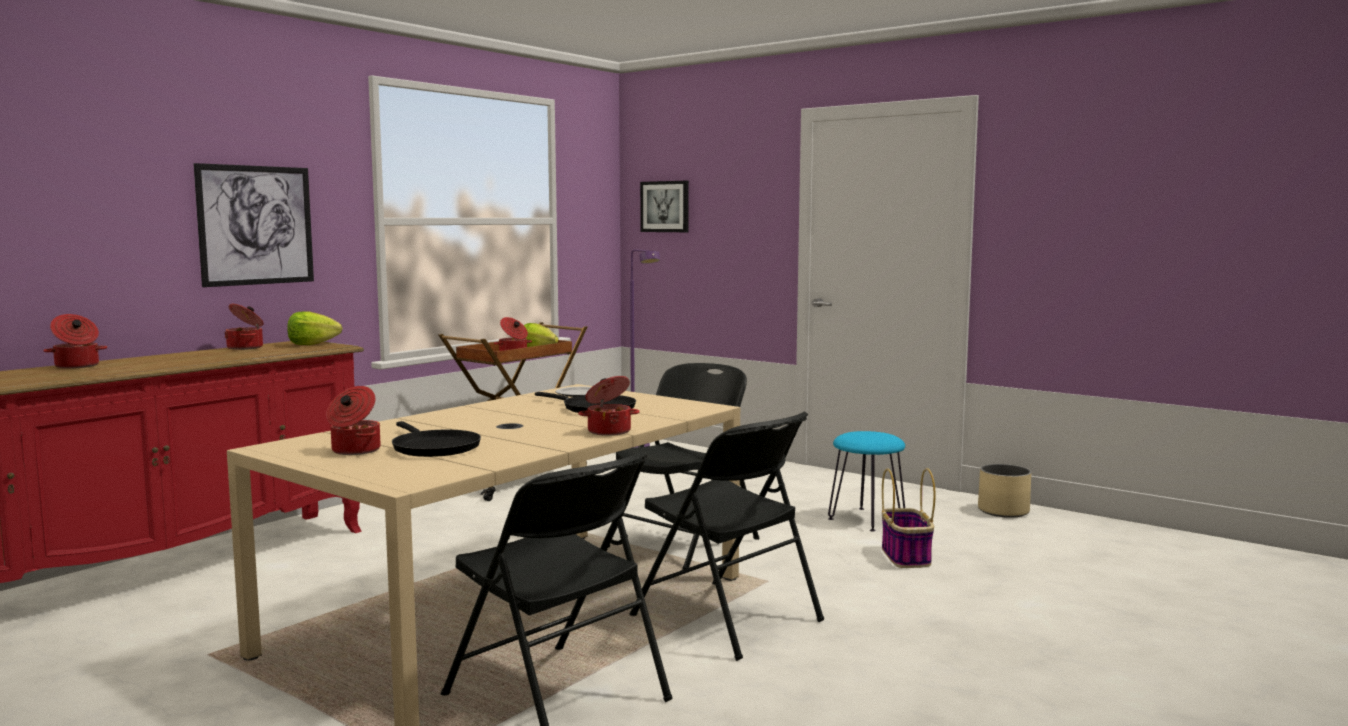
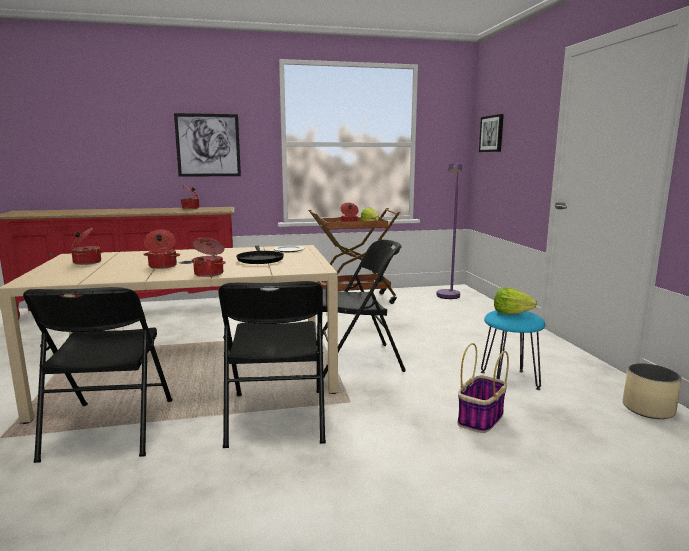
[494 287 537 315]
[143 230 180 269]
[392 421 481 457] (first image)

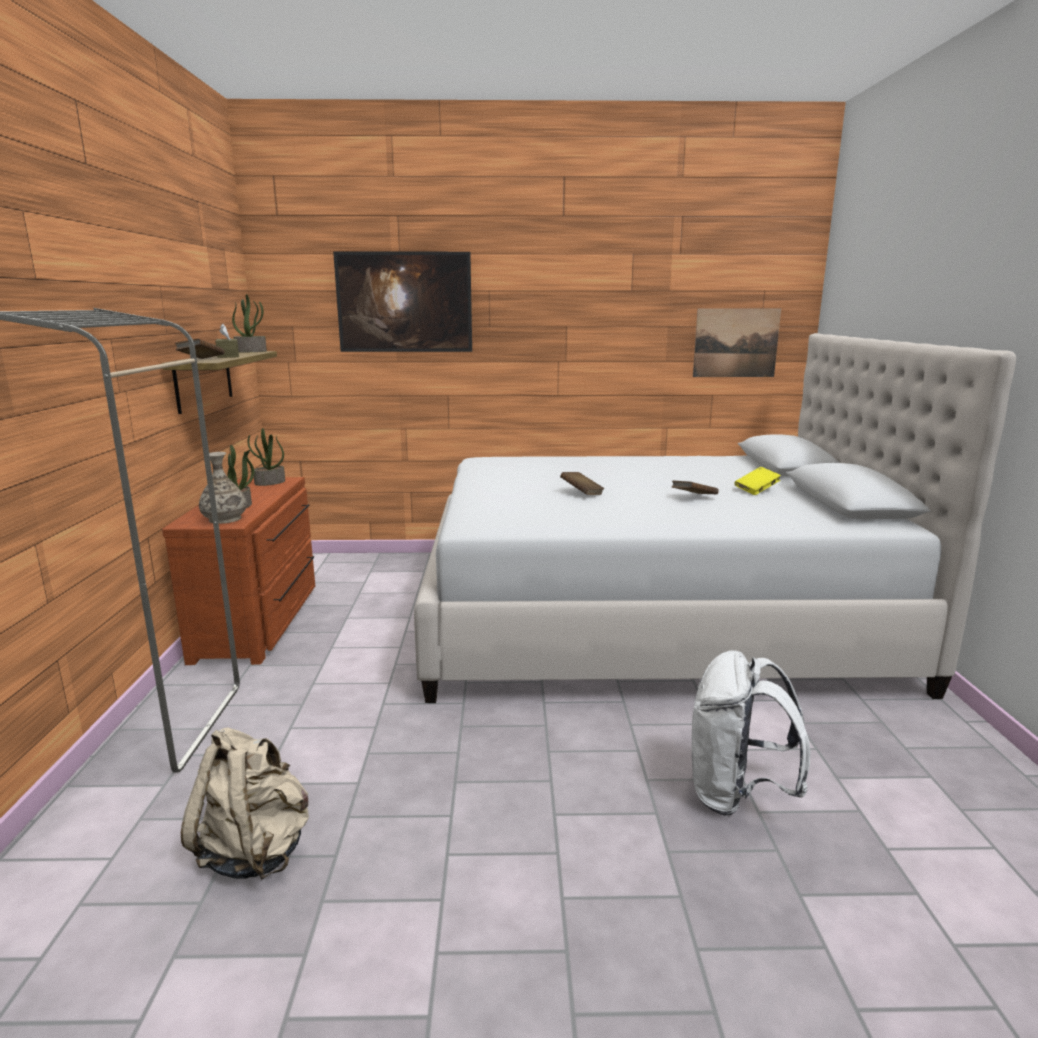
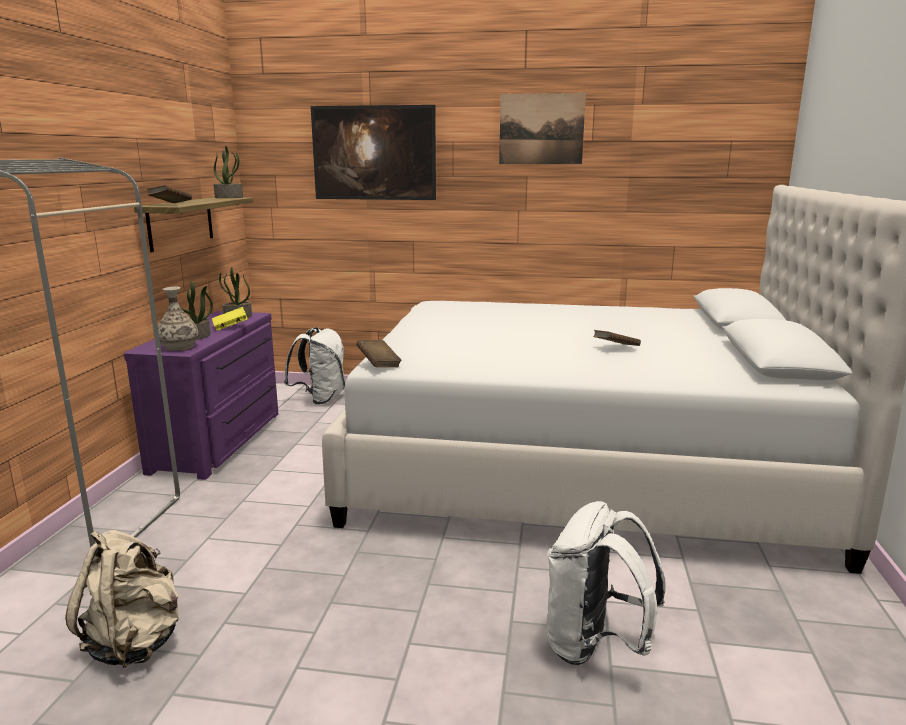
[499 93 586 164]
[215 324 239 358] (first image)
[212 307 248 331]
[356 340 401 367]
[124 311 278 480]
[284 327 345 405]

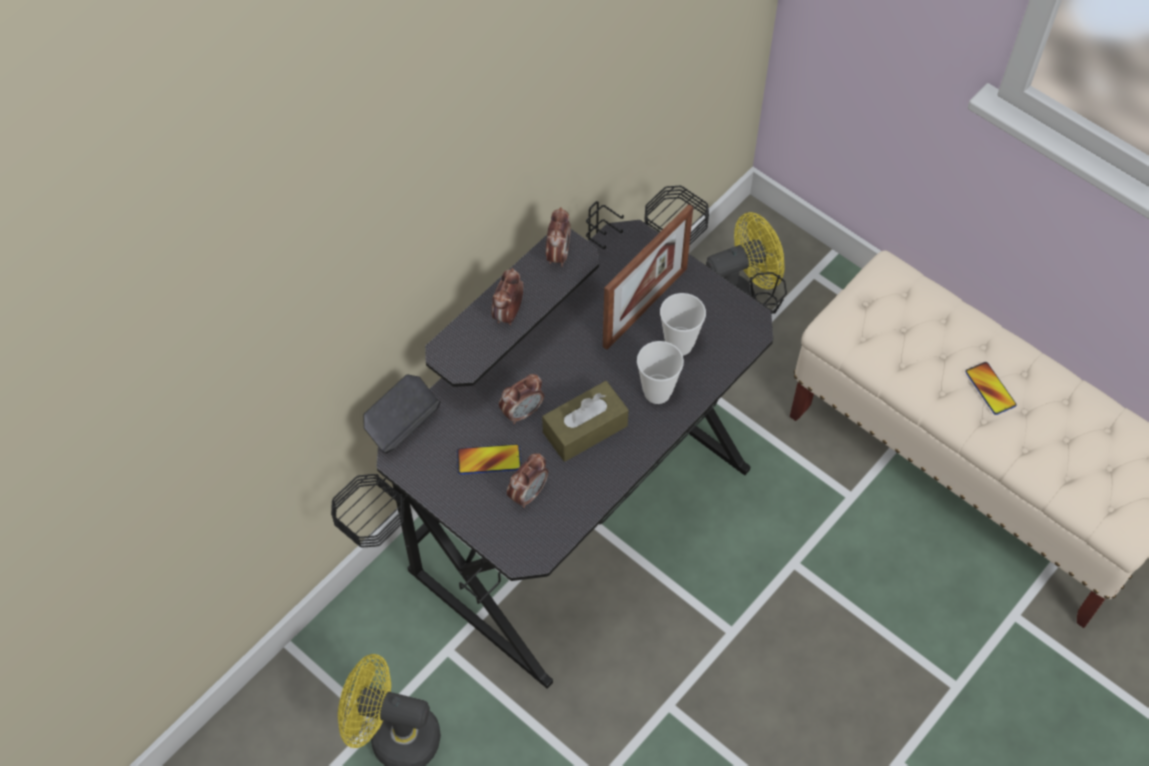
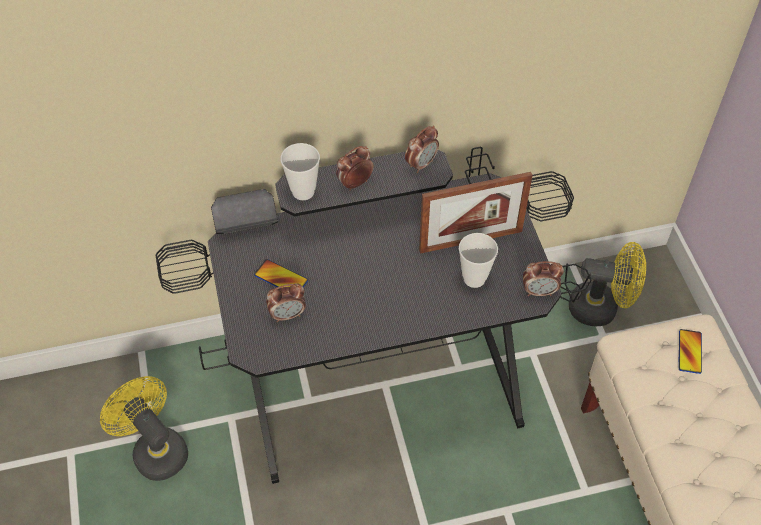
[280 143 320 200]
[679 329 702 374]
[523 261 564 296]
[542 381 629 462] (first image)

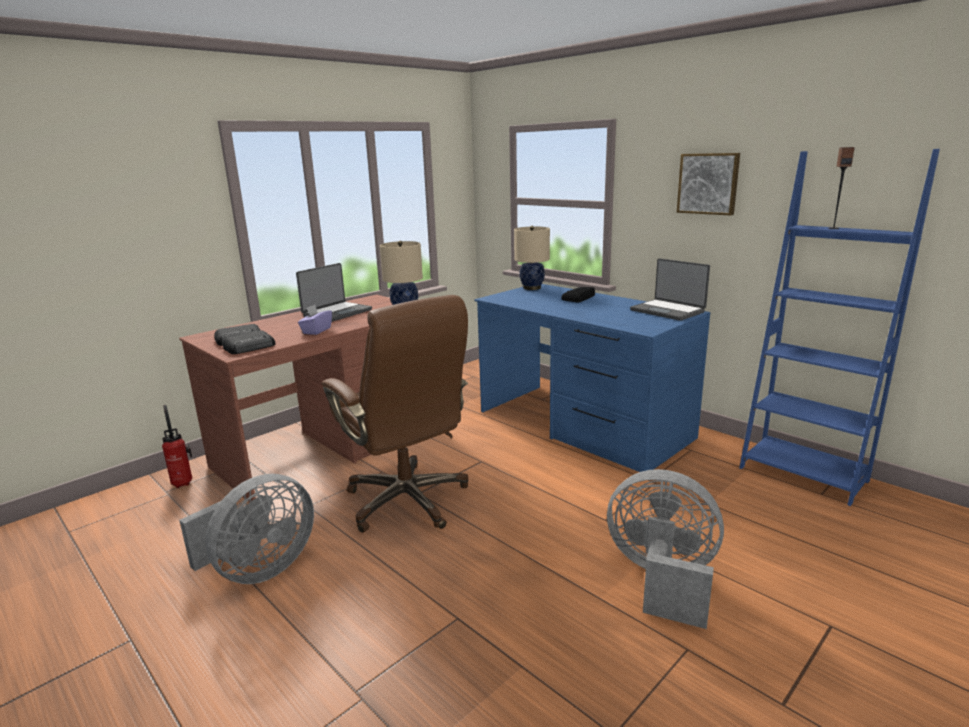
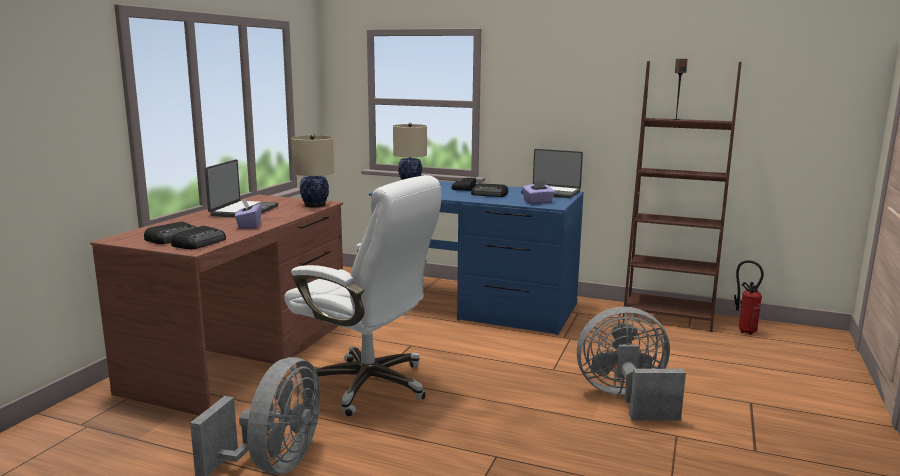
[623 61 742 332]
[677 153 740 216] (first image)
[284 175 442 417]
[734 260 764 335]
[522 181 555 204]
[471 183 508 197]

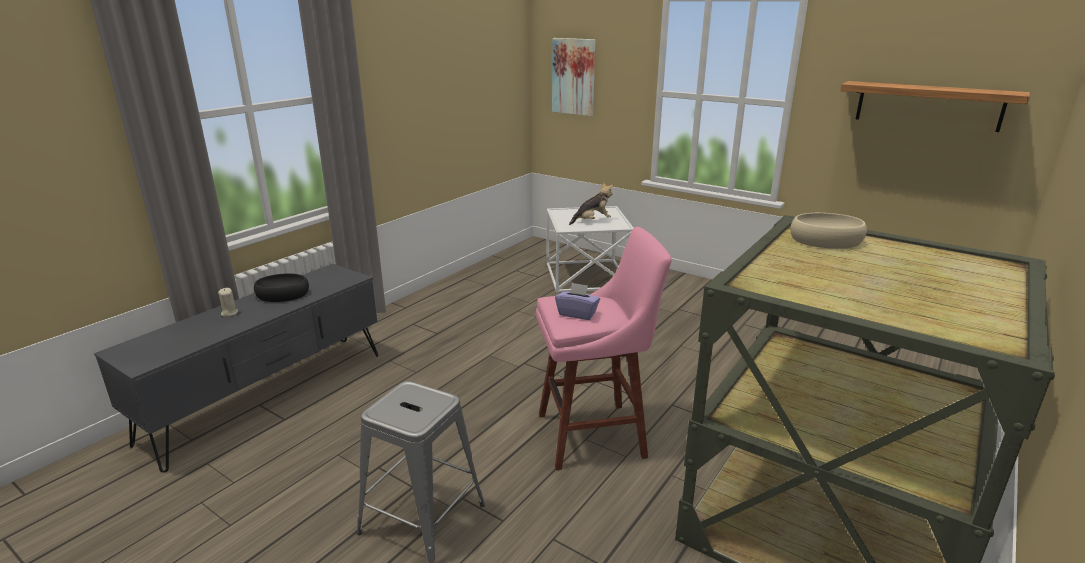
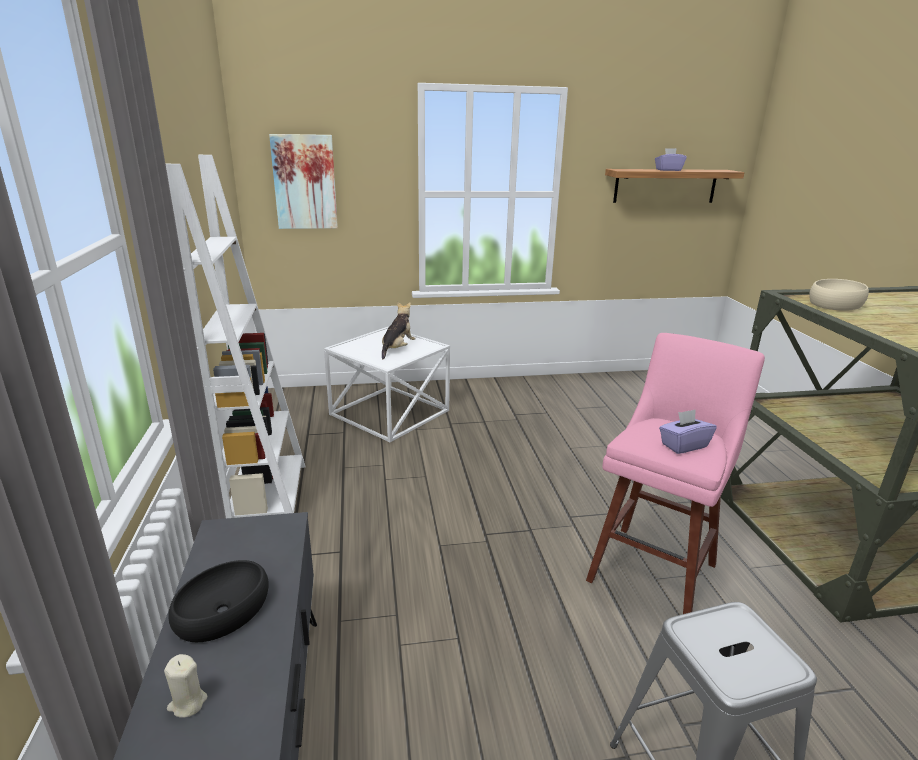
[655 148 687 171]
[166 155 306 518]

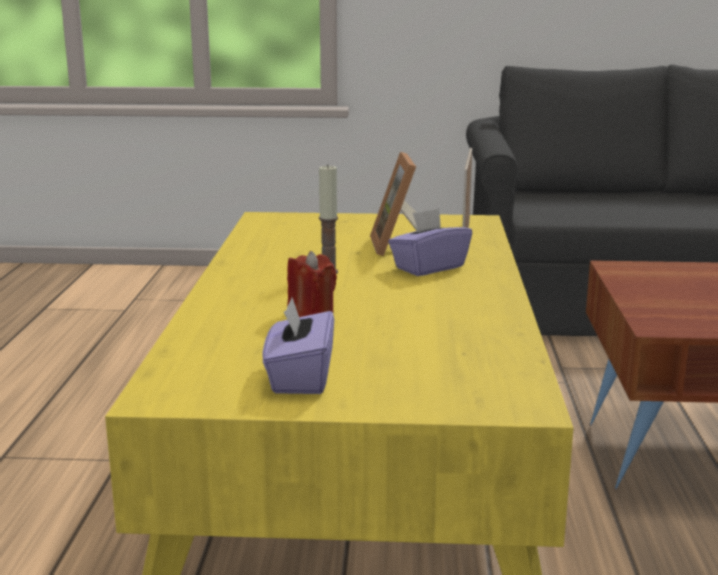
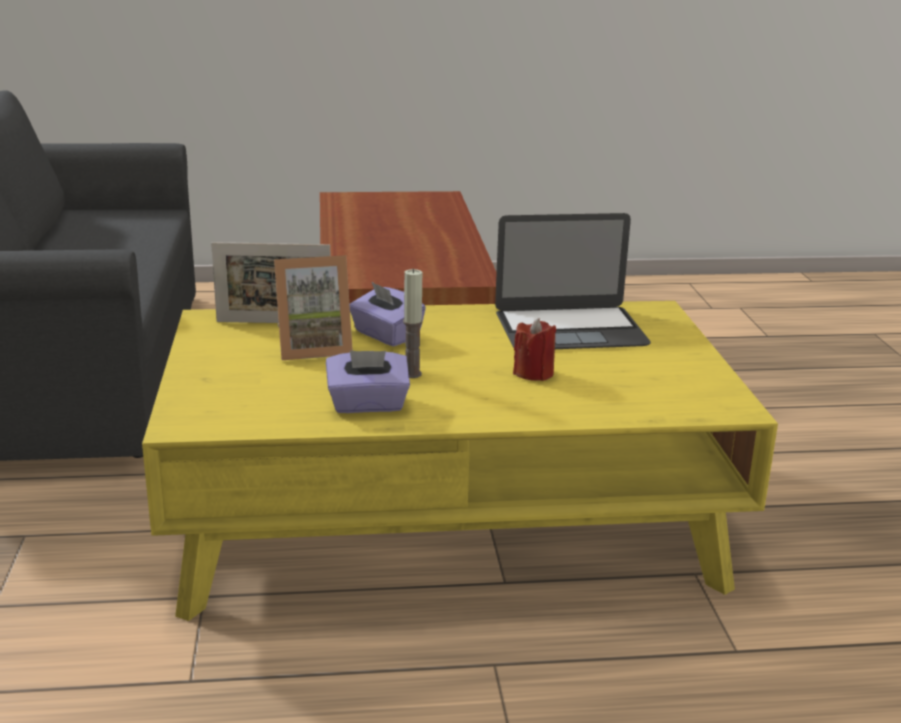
[326 350 410 413]
[495 213 651 349]

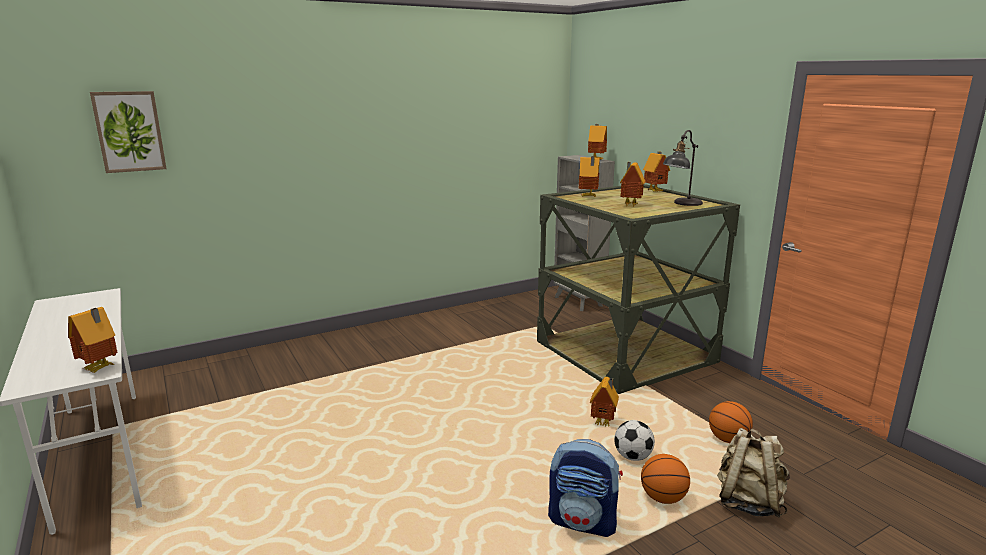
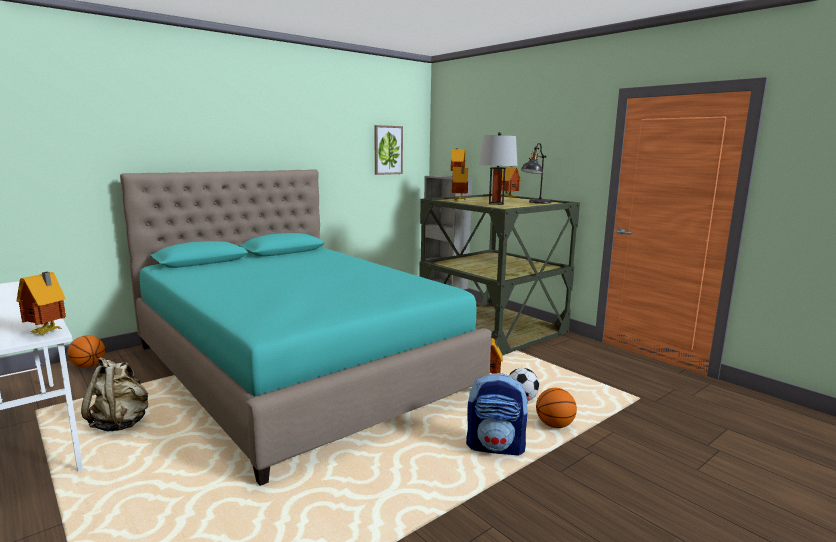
[374 125 403 175]
[479 132 518 205]
[67 335 105 368]
[81 357 148 431]
[120 169 492 486]

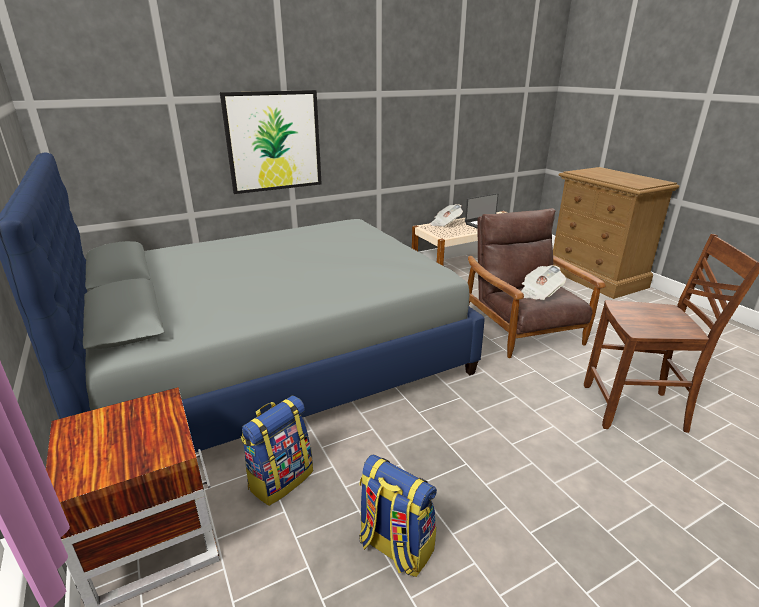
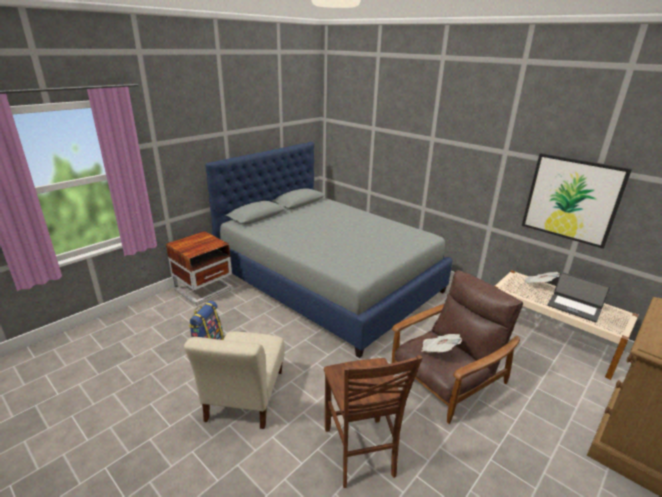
[522 153 632 248]
[241 396 313 506] (first image)
[184 332 285 429]

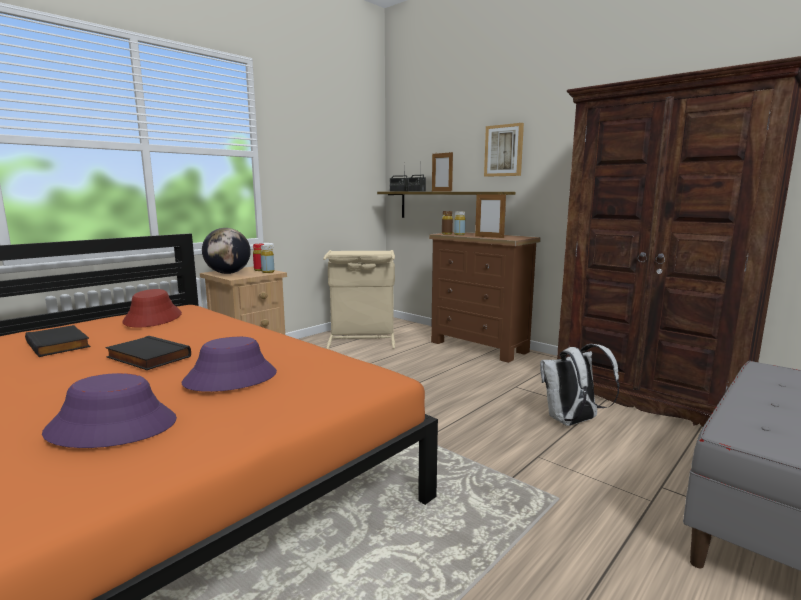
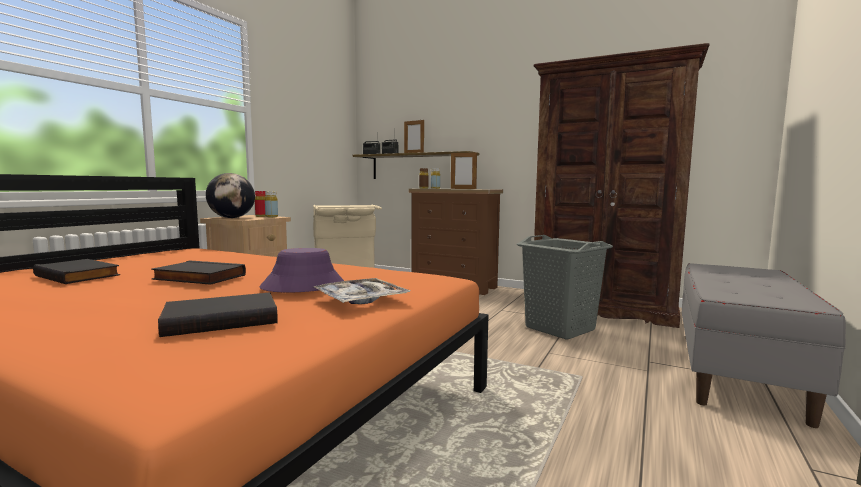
[484 123 524 177] (first image)
[122 289 182 327] (first image)
[517 235 613 340]
[158 292 278 337]
[312 278 410 304]

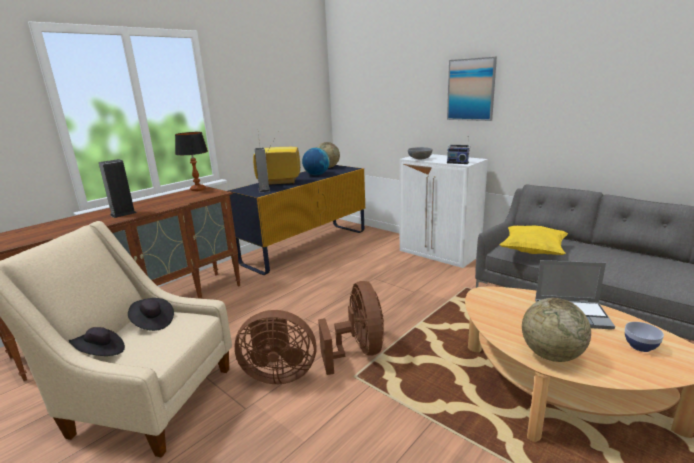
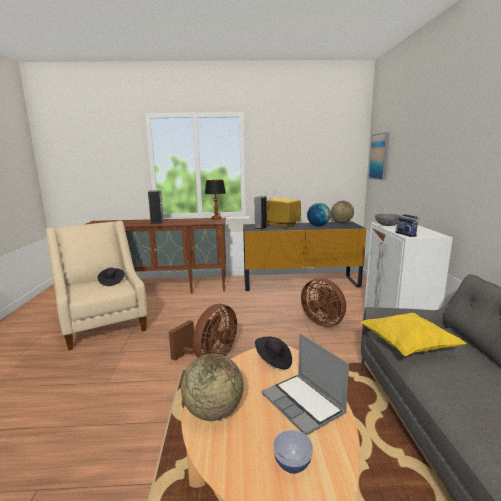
[368 132 389 180]
[301 278 346 327]
[255 337 292 369]

